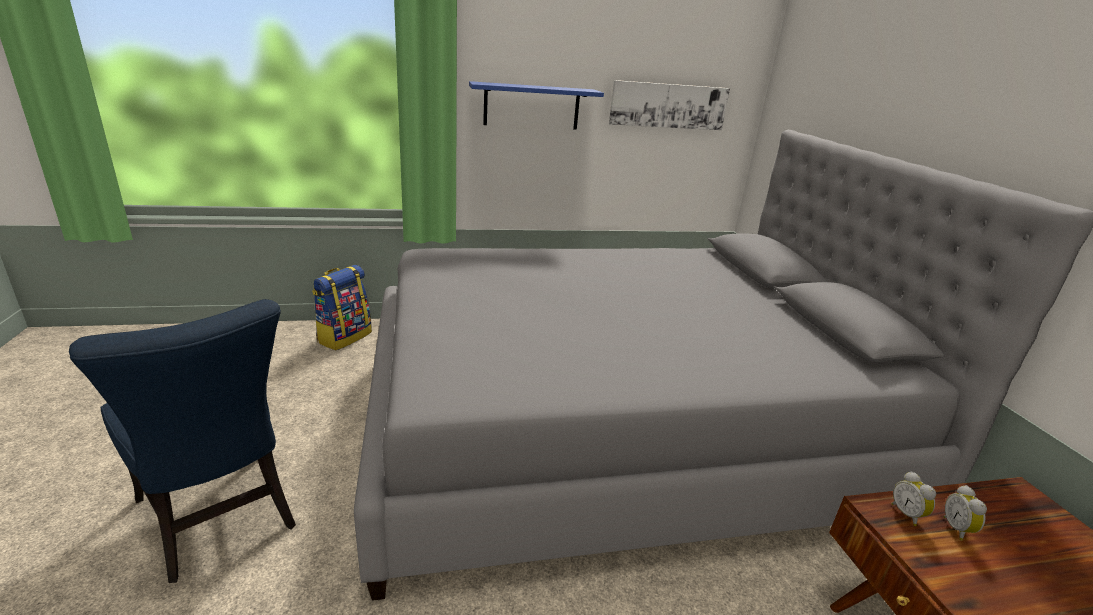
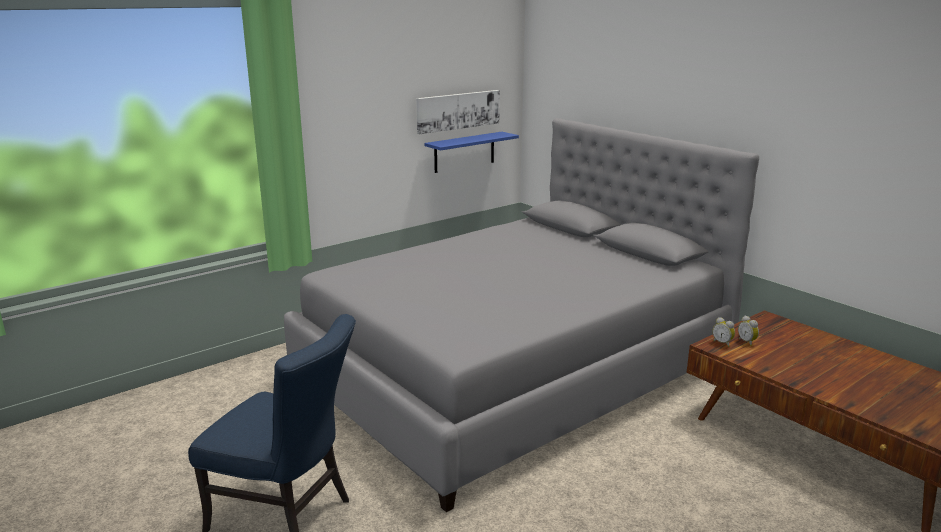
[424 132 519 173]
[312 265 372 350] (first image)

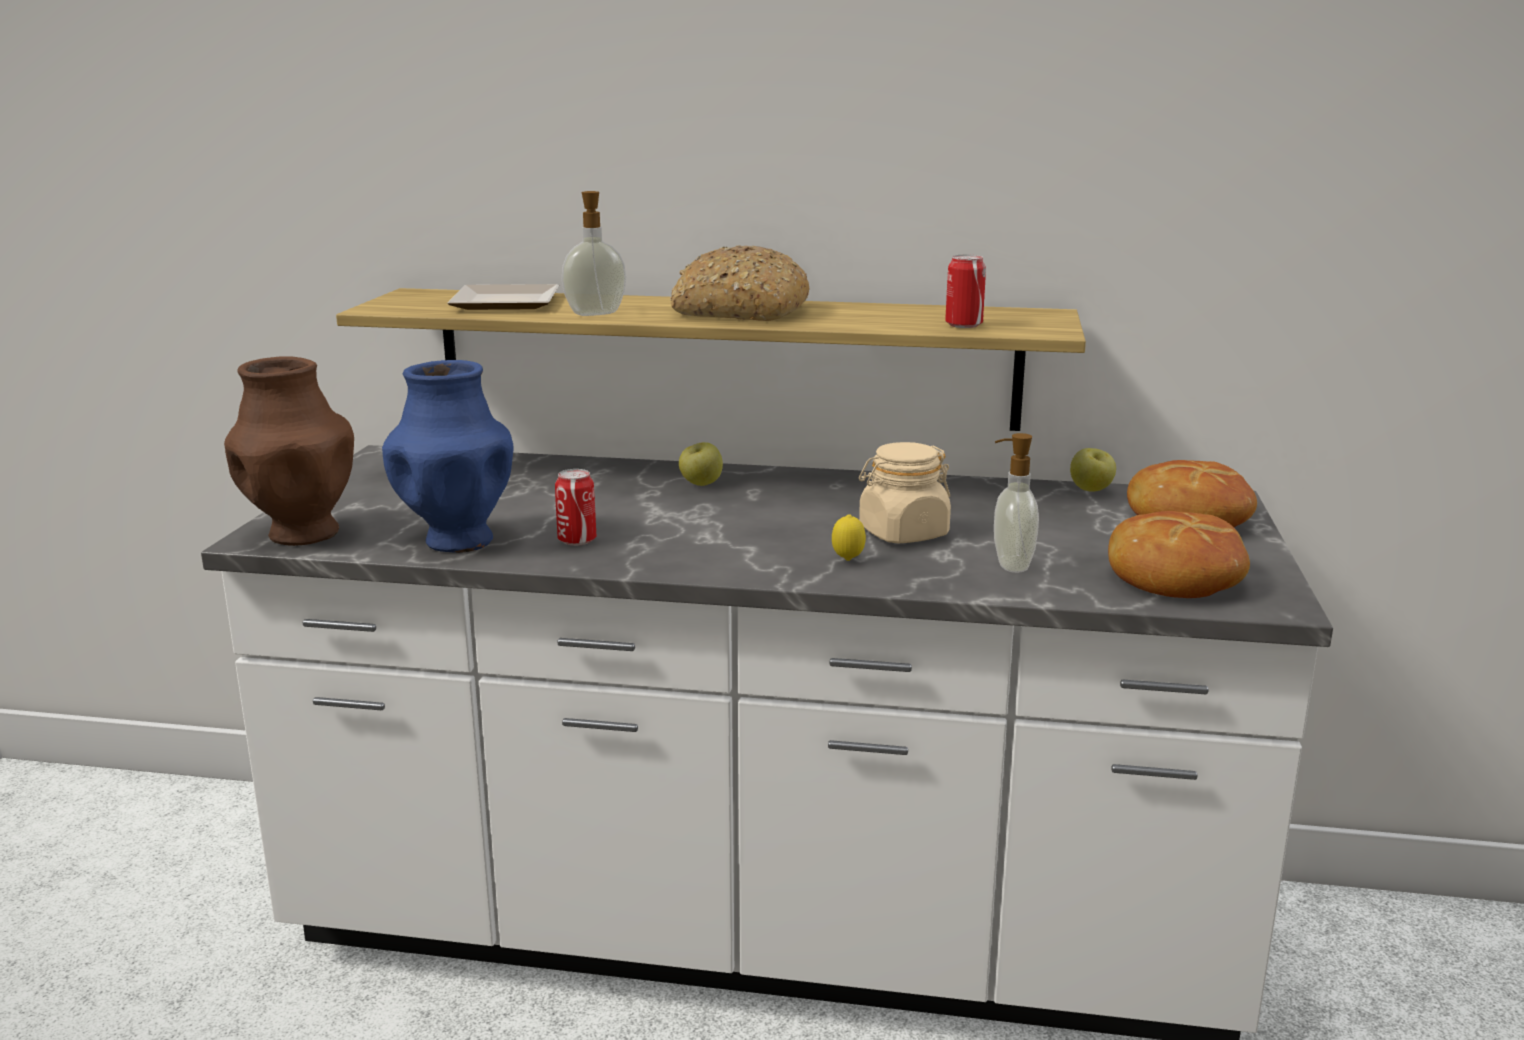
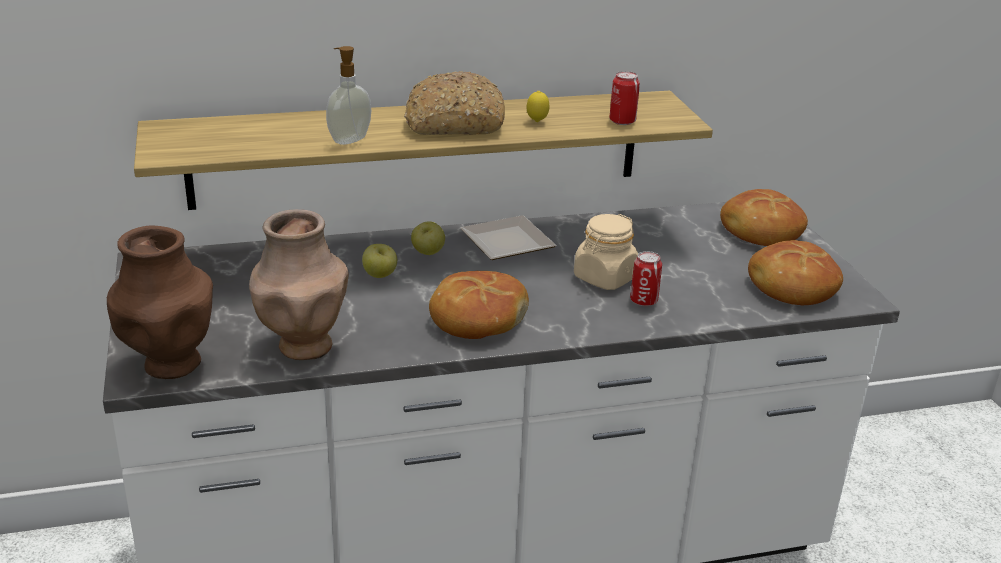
[460 215 557 260]
[249 209 349 360]
[994 433 1039 573] (first image)
[362 244 397 278]
[630 251 662 306]
[527 91 549 122]
[429 271 529 339]

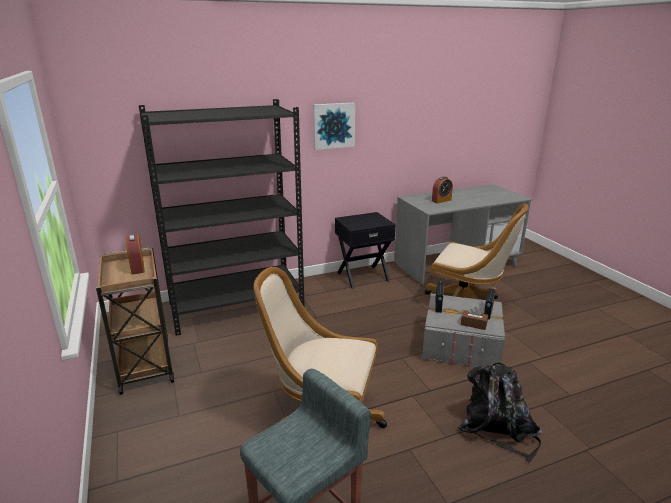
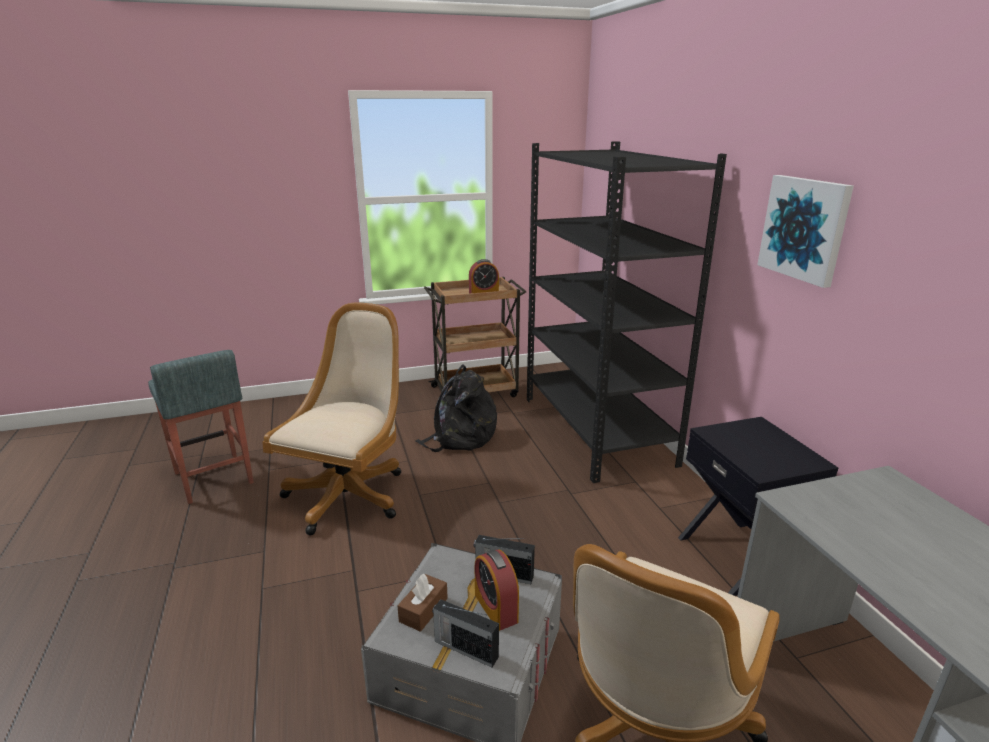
[475 550 519 631]
[416 364 497 452]

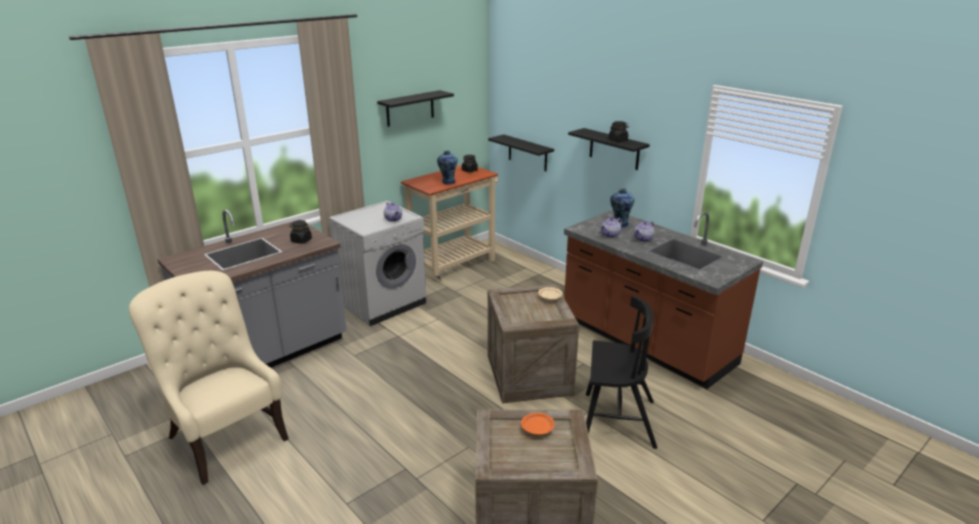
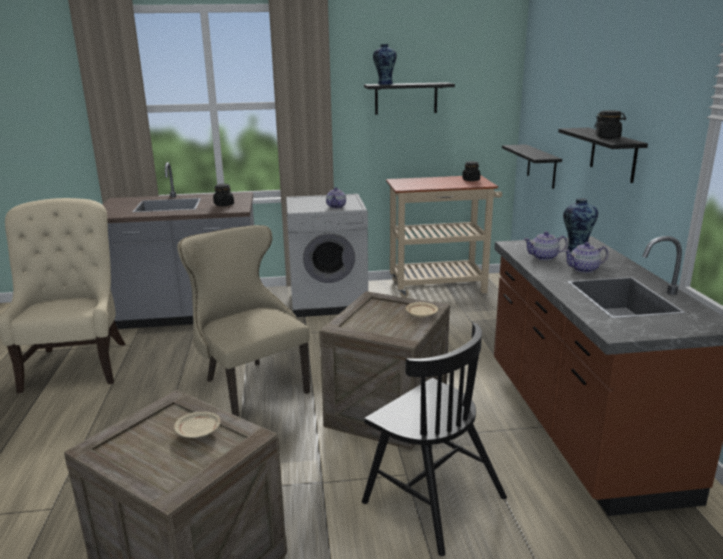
[373 44 397 85]
[174 411 220 438]
[177 225 310 417]

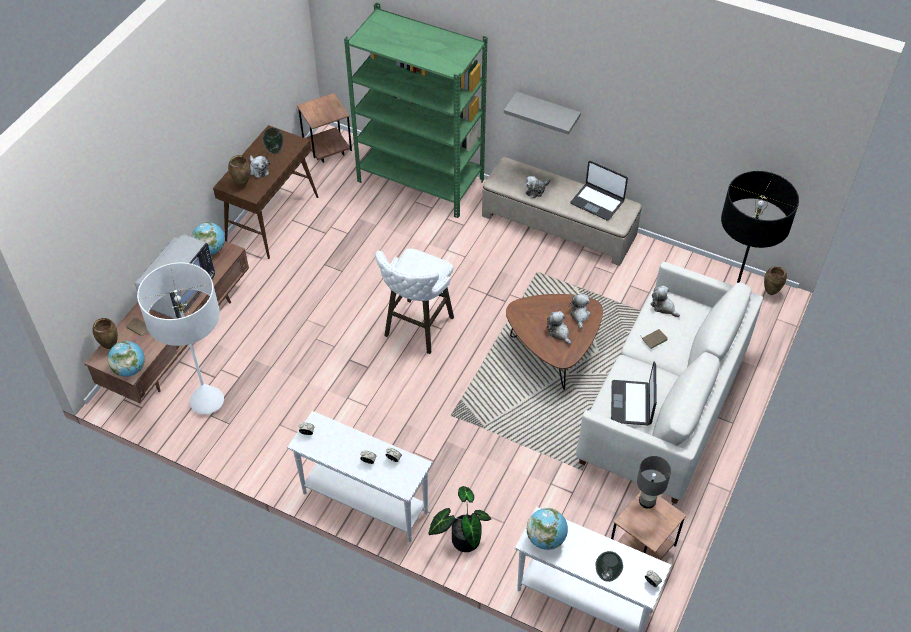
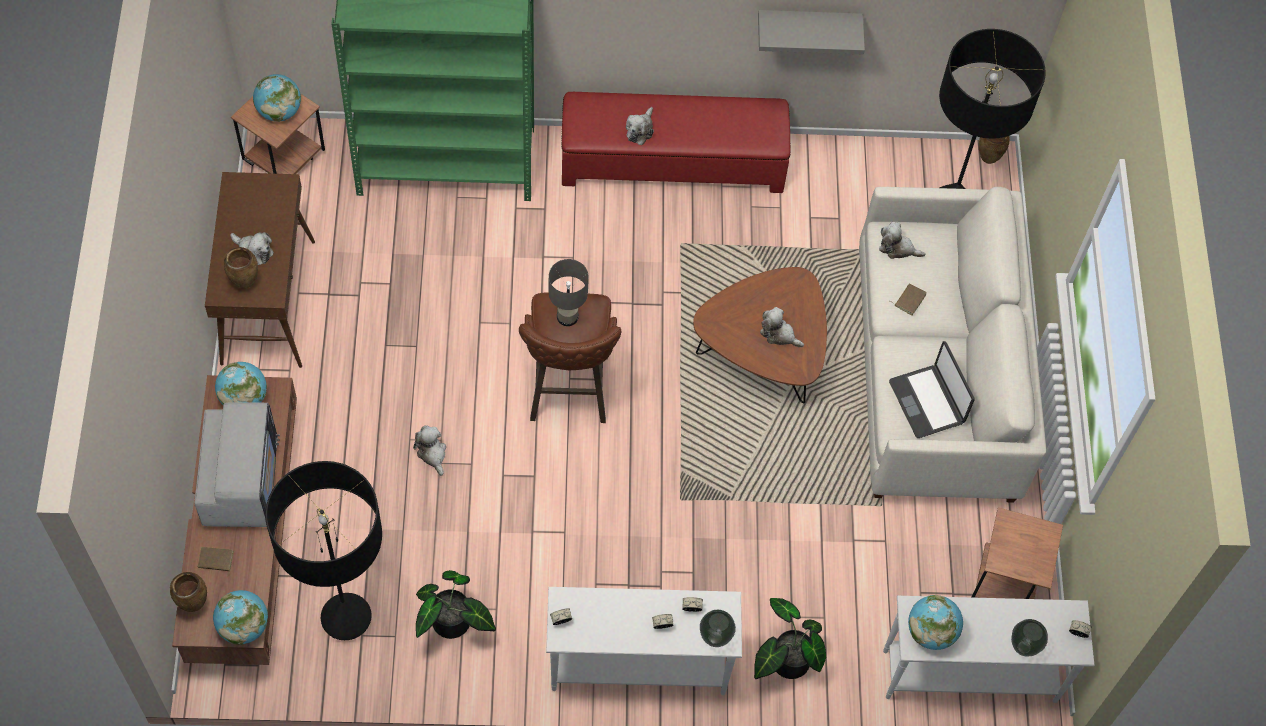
[758 10 865 55]
[700 610 736 647]
[561 92 791 193]
[570 161 628 220] (first image)
[519 292 621 423]
[265 461 382 640]
[413 425 446 476]
[549 259 589 326]
[253 74 301 122]
[416 570 496 639]

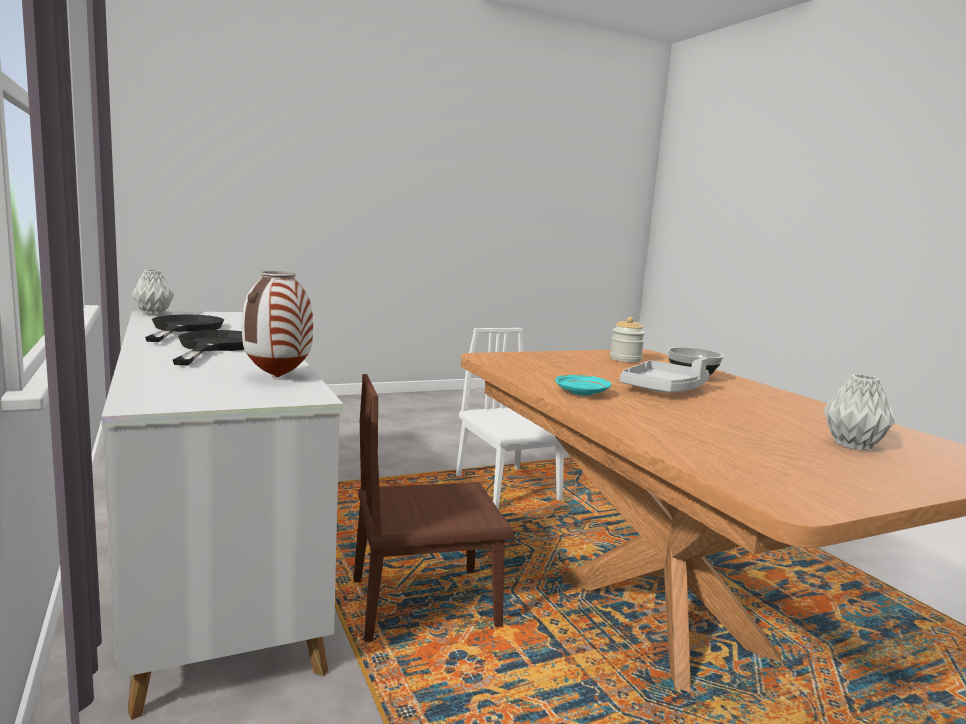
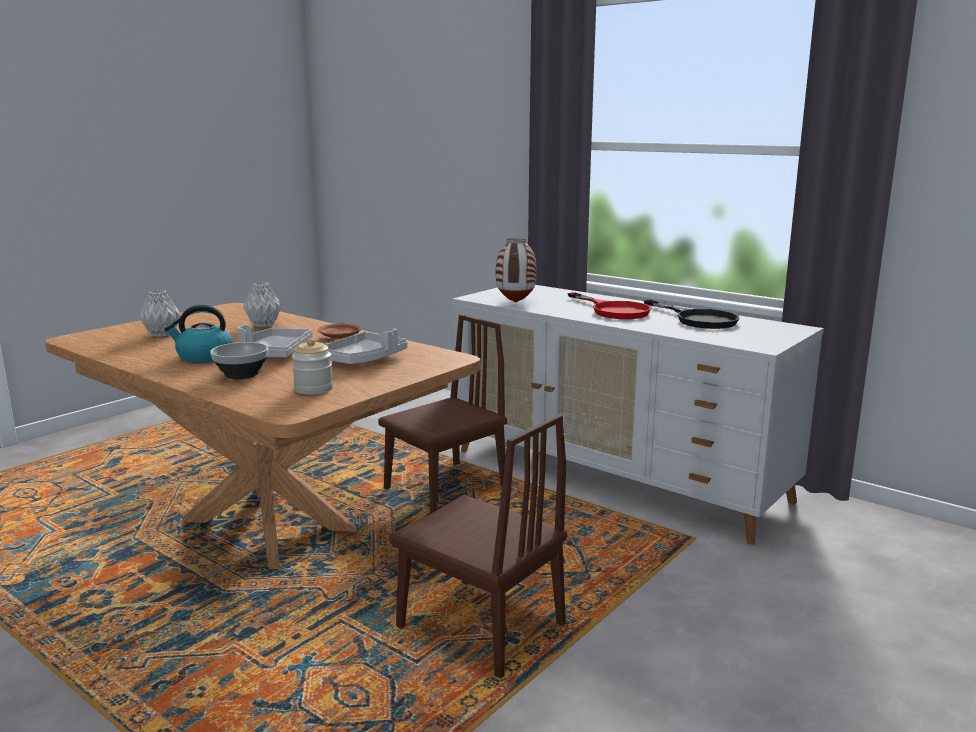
[243 282 282 327]
[389 414 567 678]
[568 292 651 319]
[318 323 361 339]
[165 305 233 362]
[324 329 407 364]

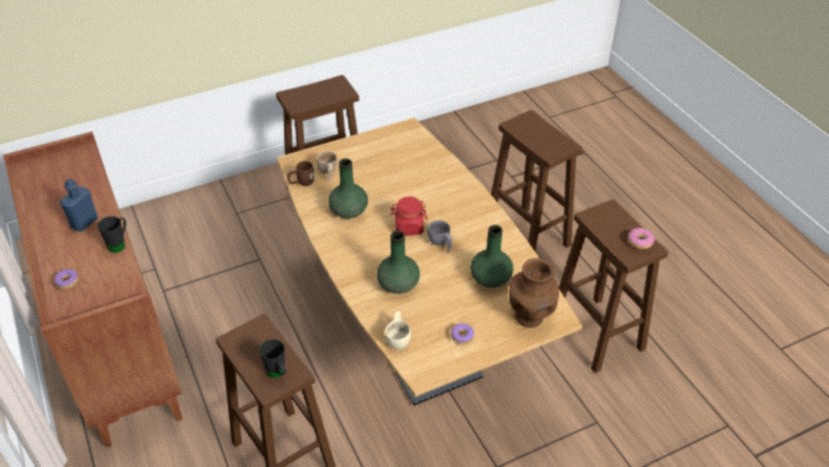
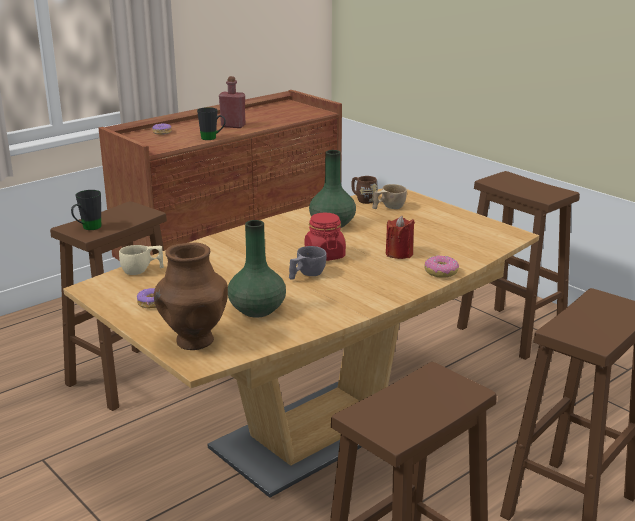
[219 76 246 128]
[425 255 459 278]
[377 231 420 294] (first image)
[386 216 415 259]

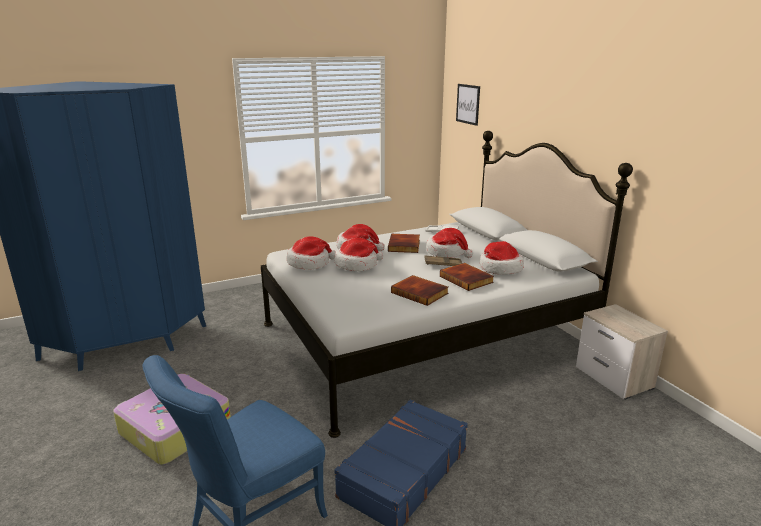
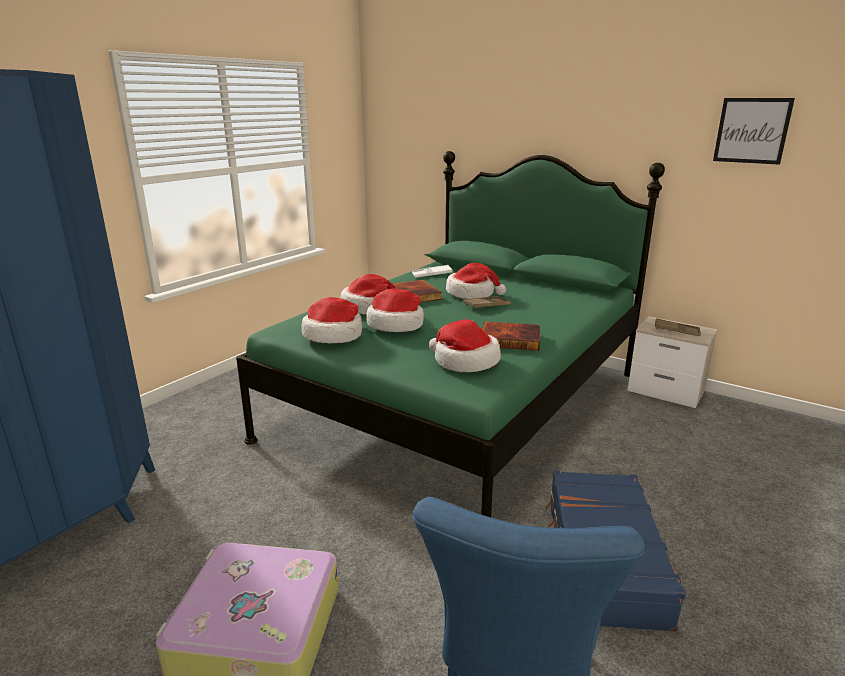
[713 98 795 165]
[236 151 665 517]
[429 319 501 372]
[440 263 494 291] (first image)
[655 318 701 336]

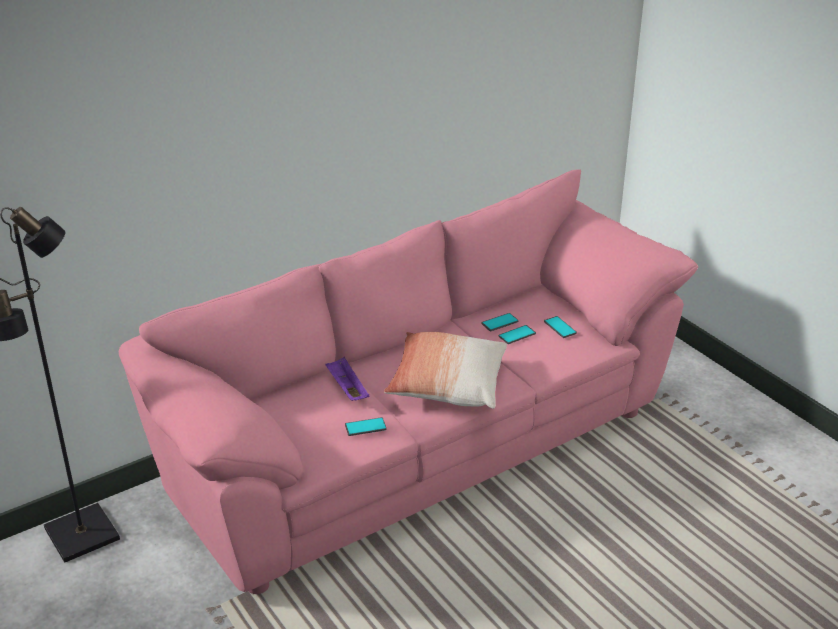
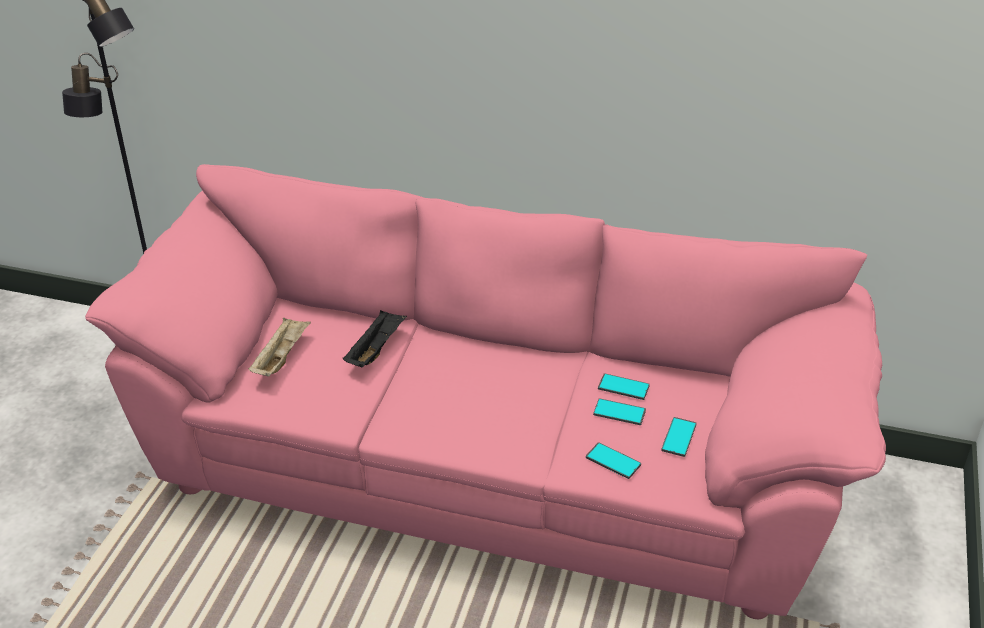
[384 332 507 409] (first image)
[343 310 407 367]
[586 442 641 479]
[248 318 311 377]

